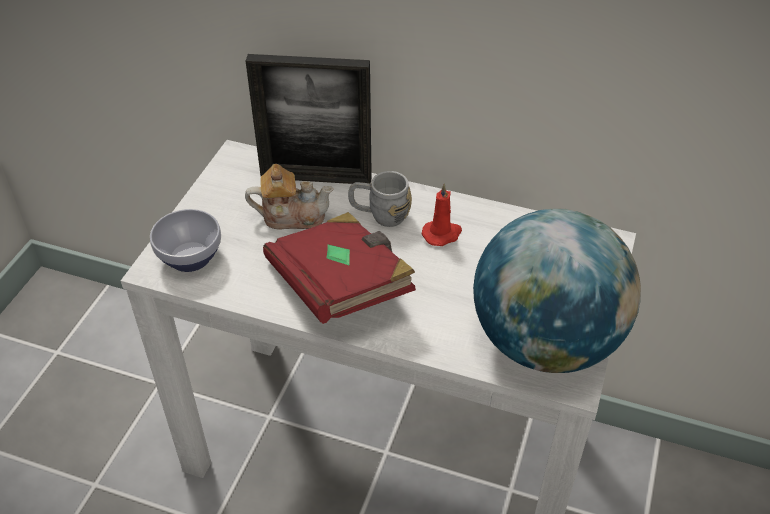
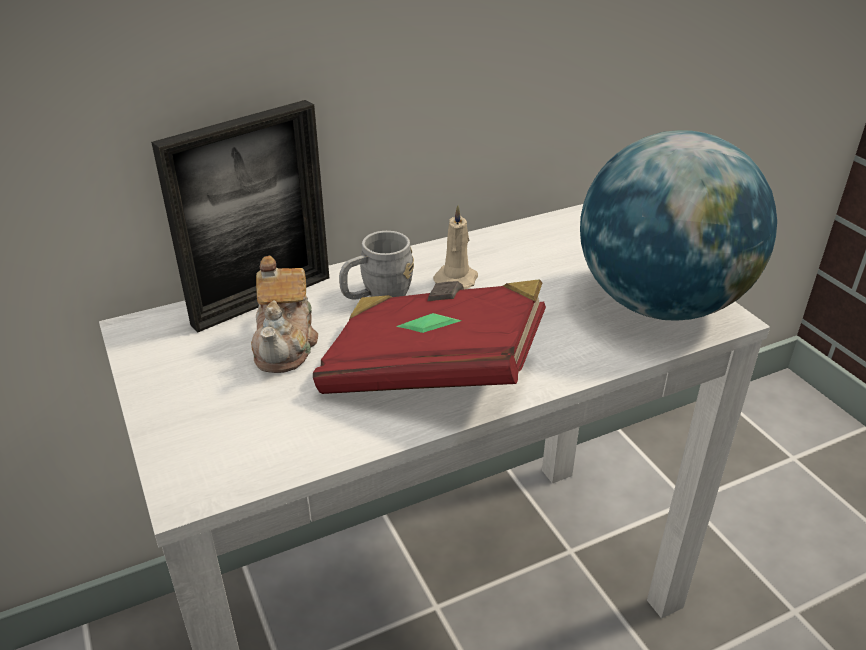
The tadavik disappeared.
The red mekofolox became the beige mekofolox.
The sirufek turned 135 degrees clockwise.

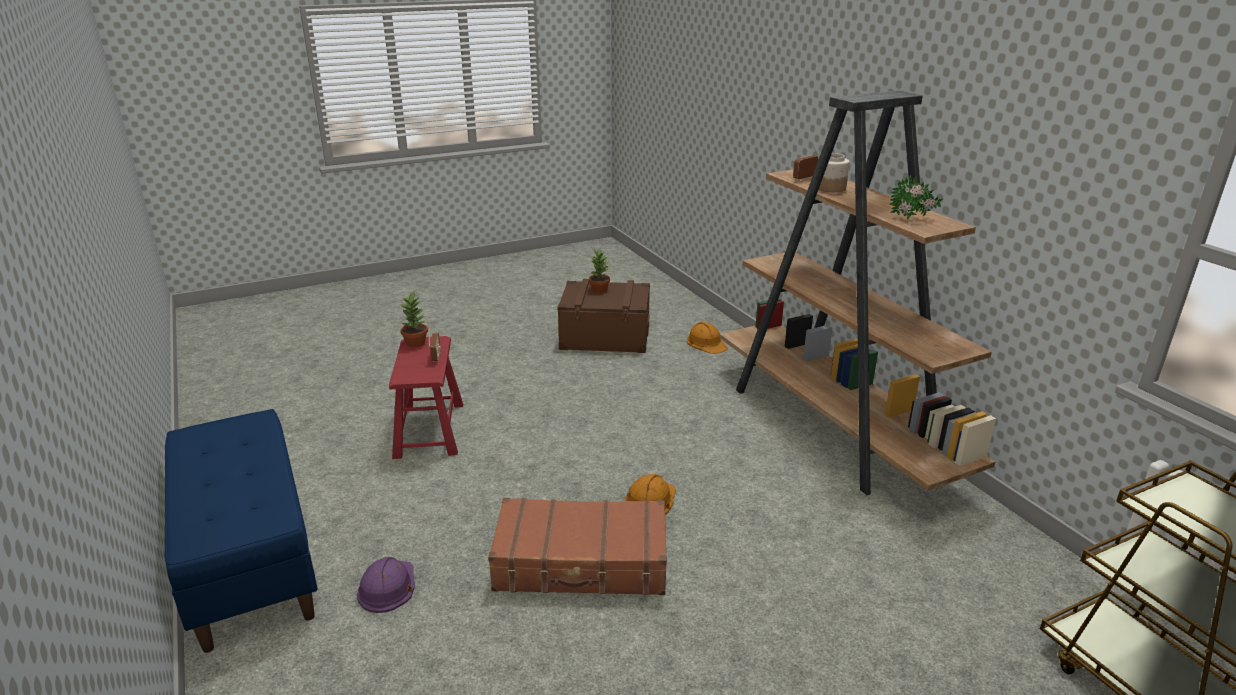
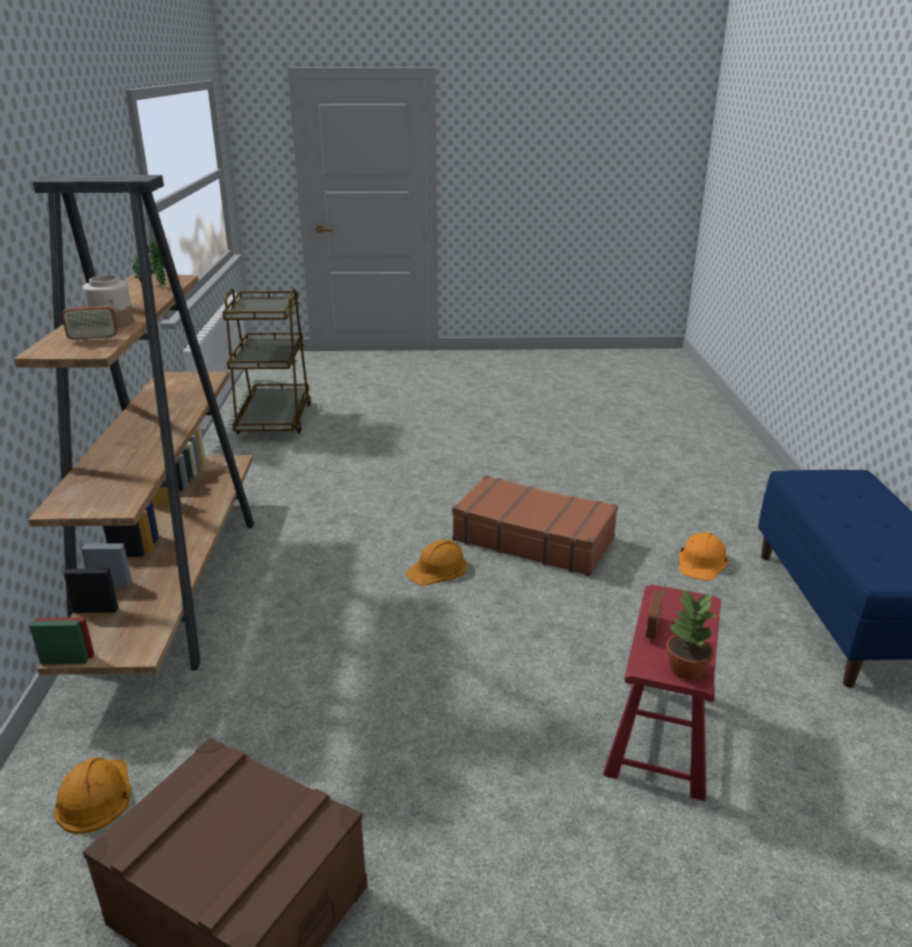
The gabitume (no. 2 from left) disappeared.
The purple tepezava became the orange tepezava (no. 3 from left).

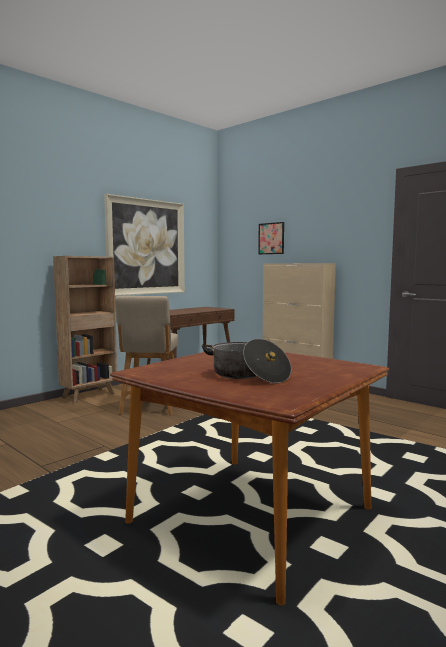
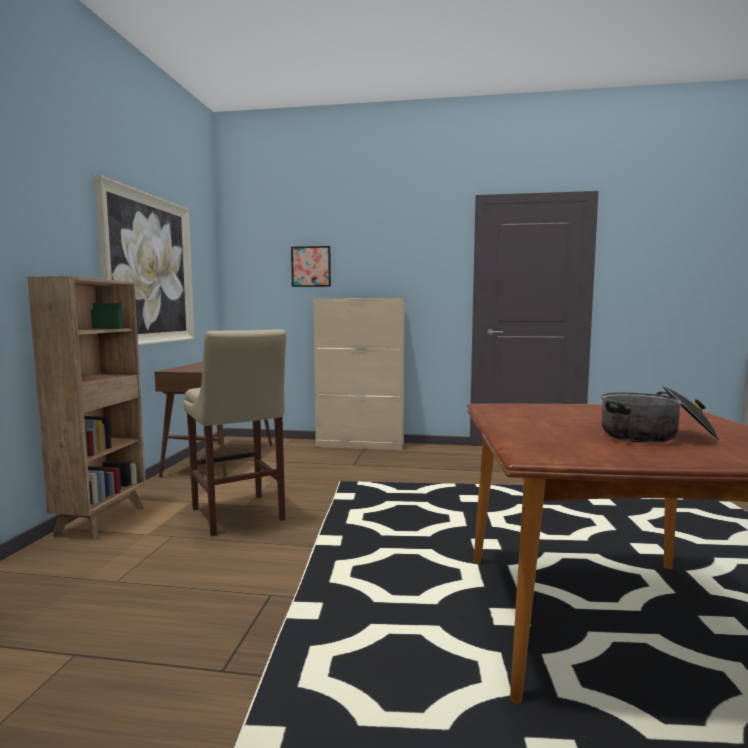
The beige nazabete was replaced by the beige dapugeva.

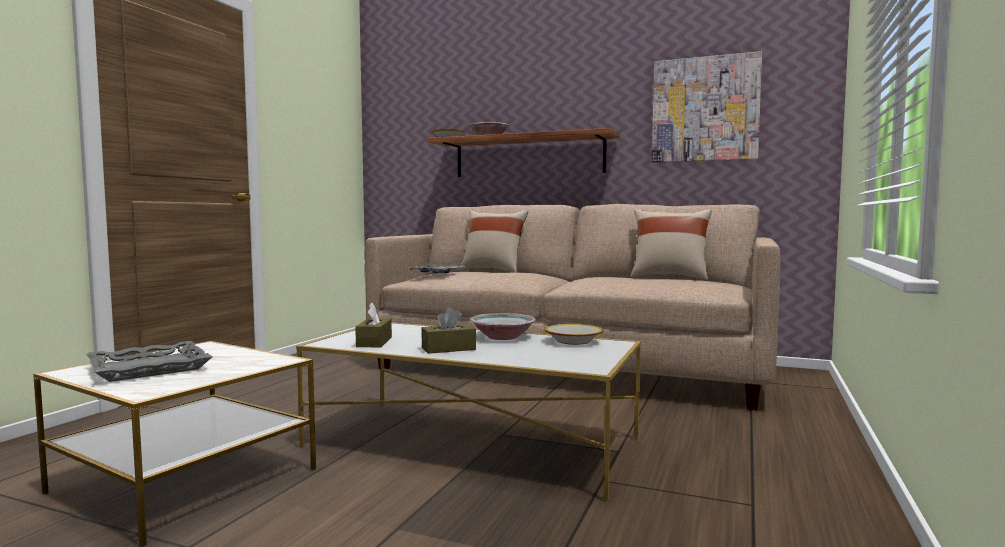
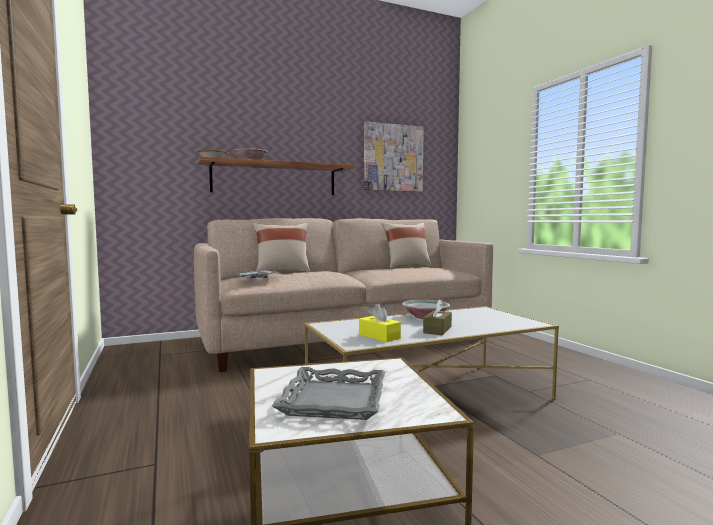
The tadavik (no. 4 from left) disappeared.
The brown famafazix (no. 1 from left) became the yellow famafazix.

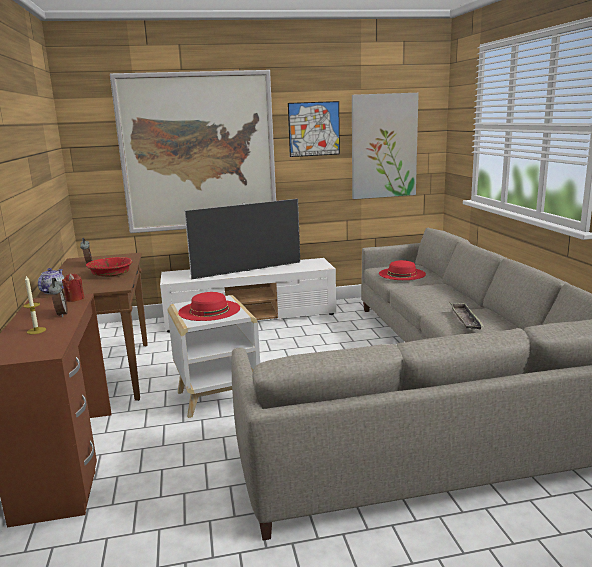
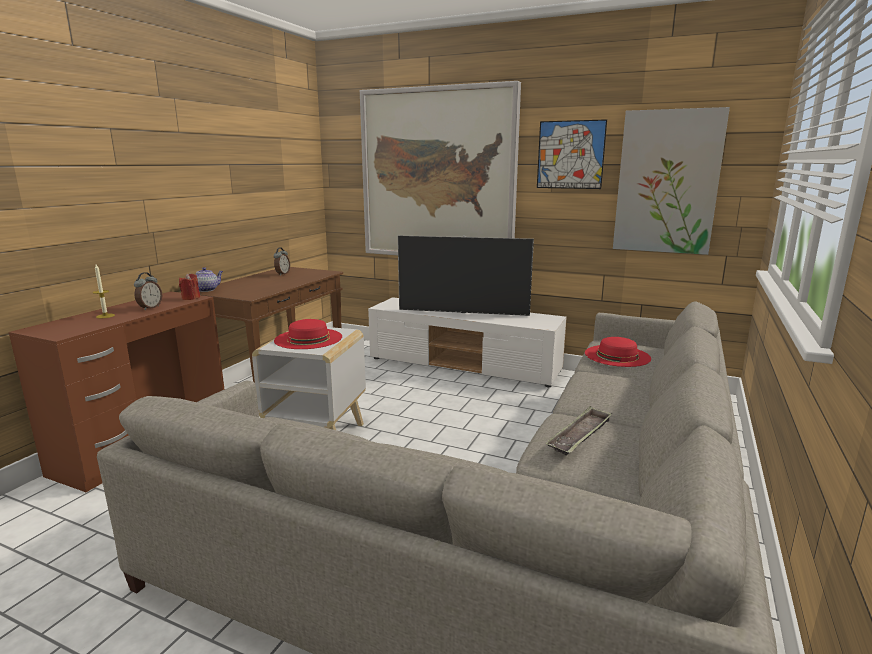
The red tadavik disappeared.

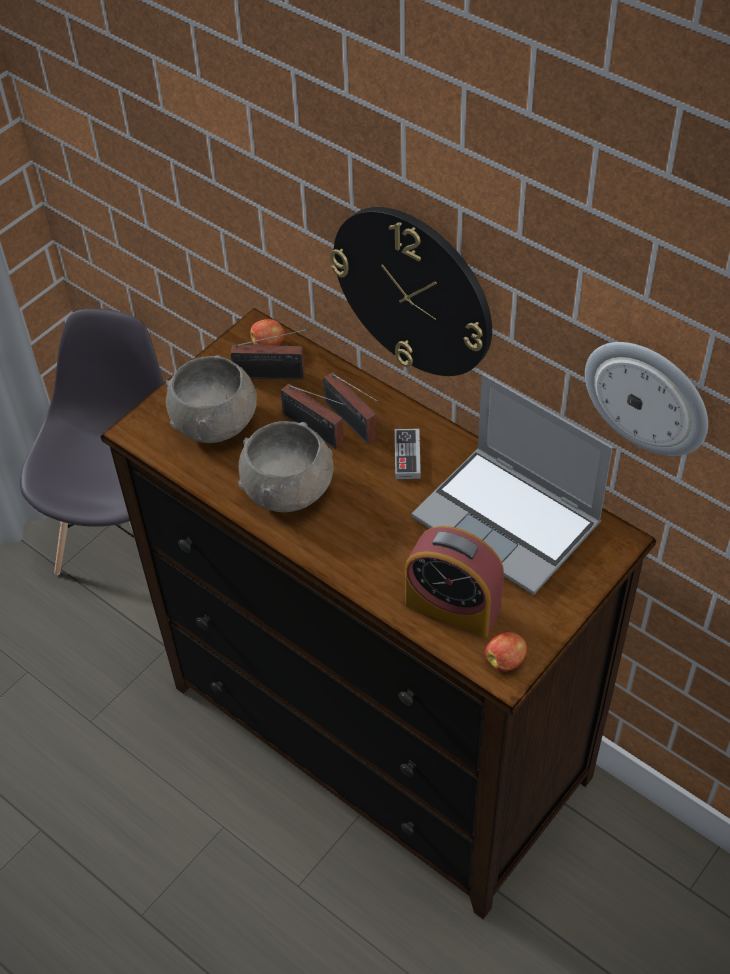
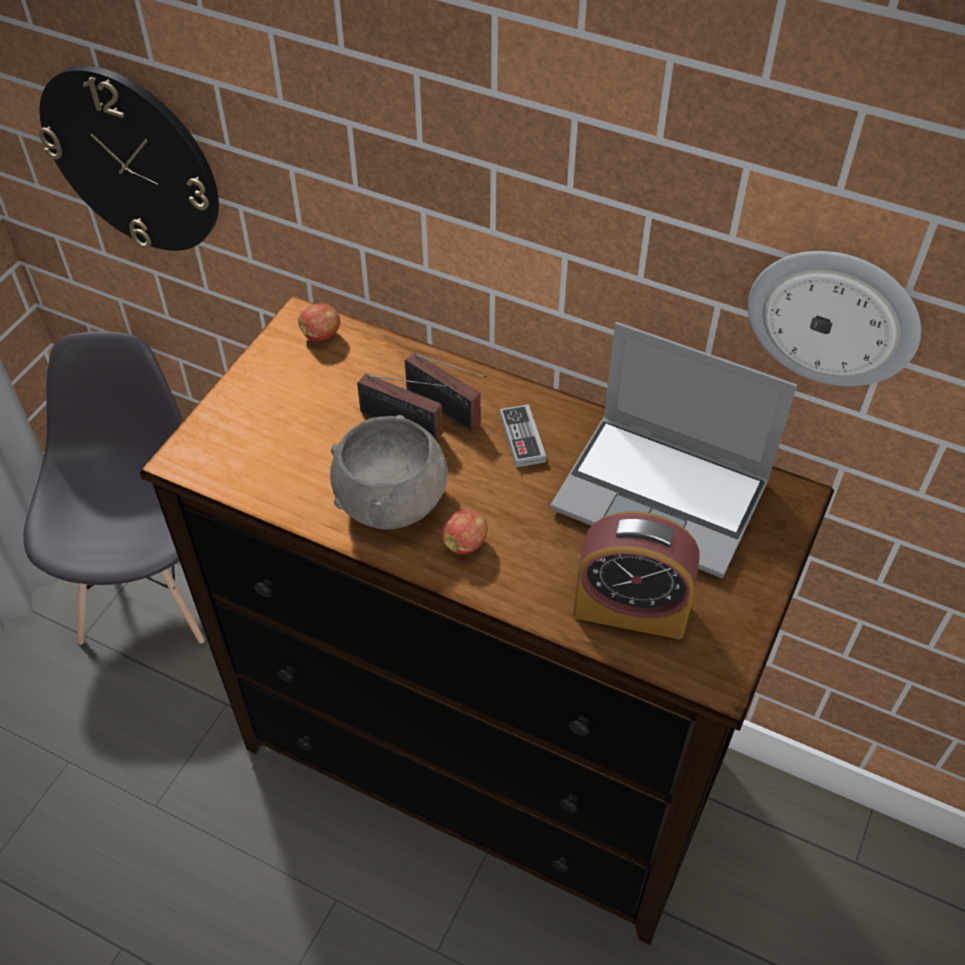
The grey tadavik (no. 1 from left) disappeared.
The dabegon (no. 1 from left) disappeared.
The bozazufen (no. 1 from left) moved.
The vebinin (no. 2 from left) moved.

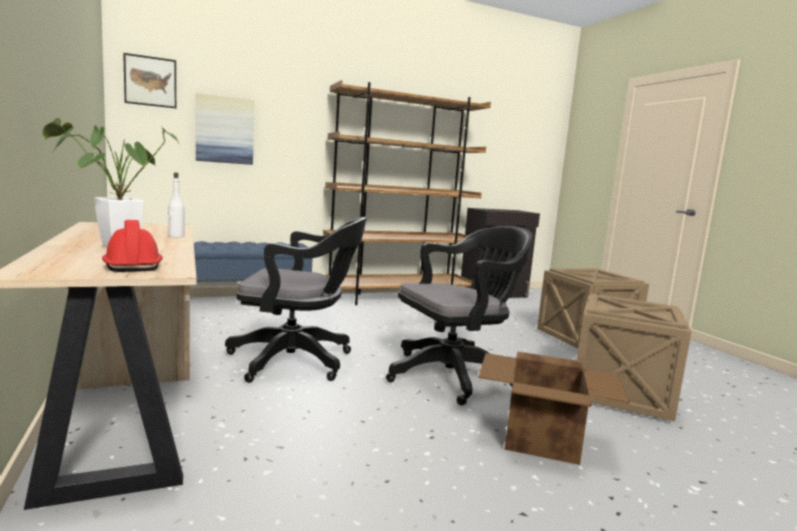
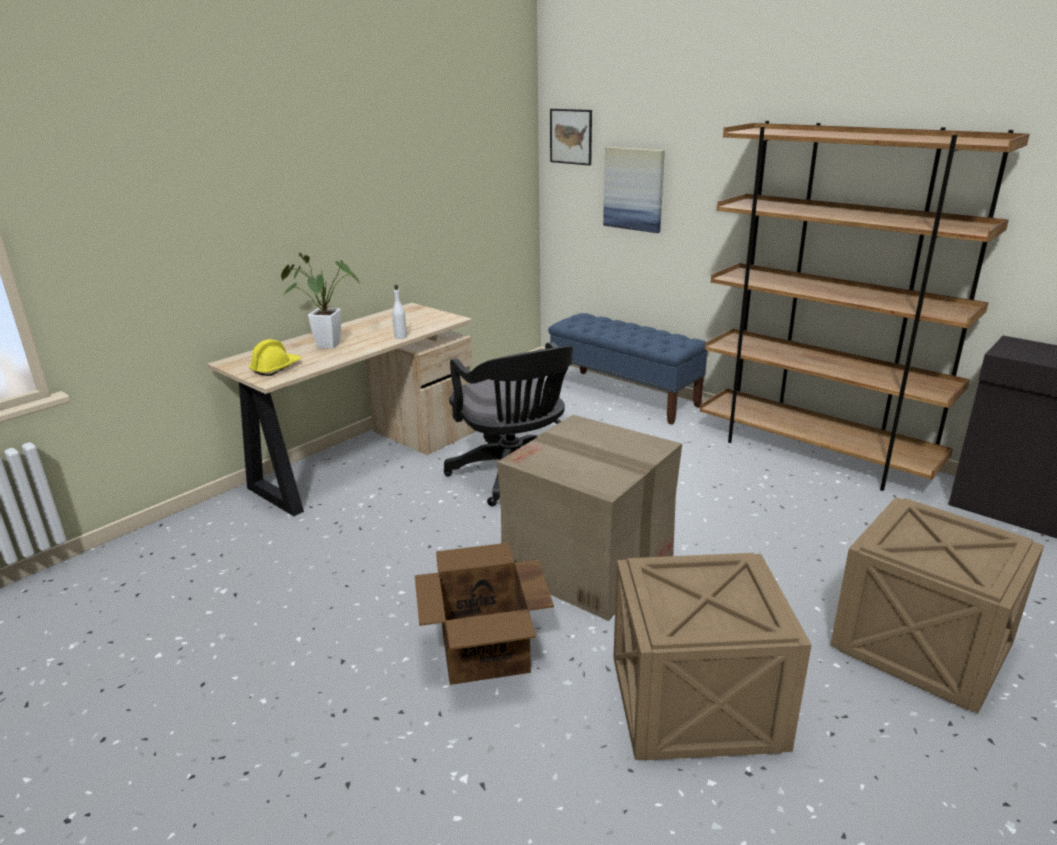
The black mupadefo (no. 2 from left) was replaced by the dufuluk (no. 2 from left).
The red tepezava became the yellow tepezava.

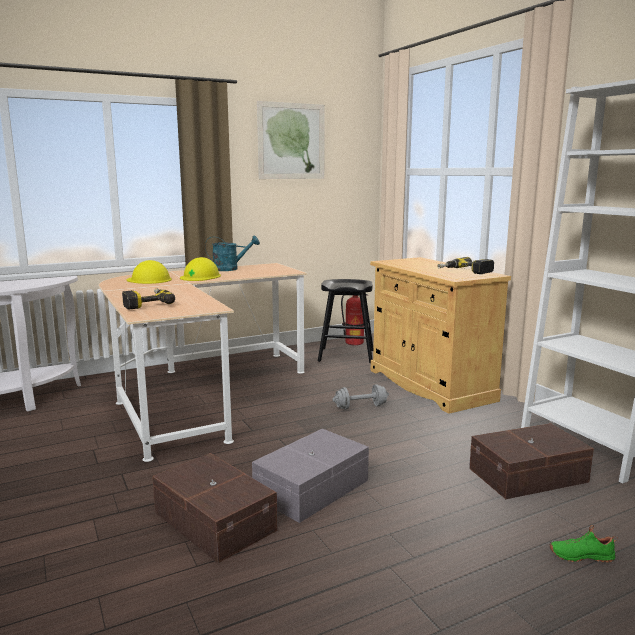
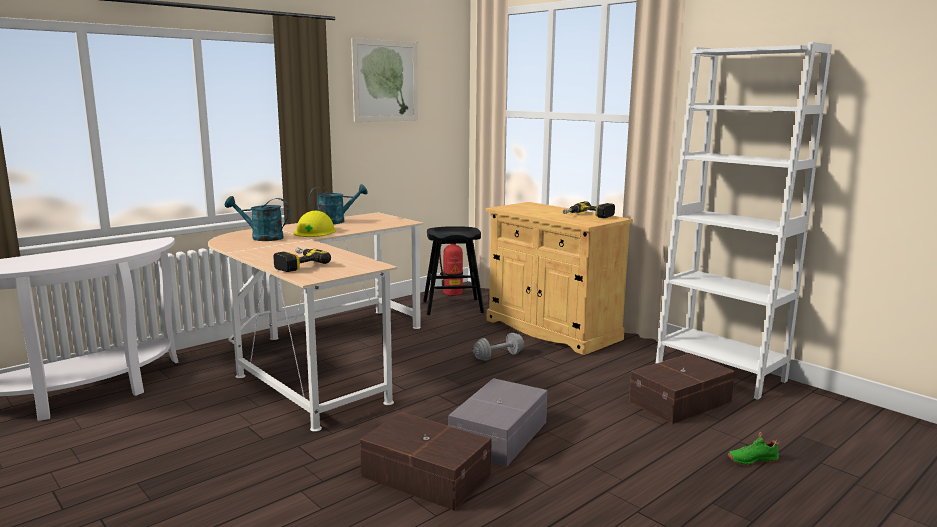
The yellow tepezava (no. 1 from left) was replaced by the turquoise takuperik (no. 1 from left).

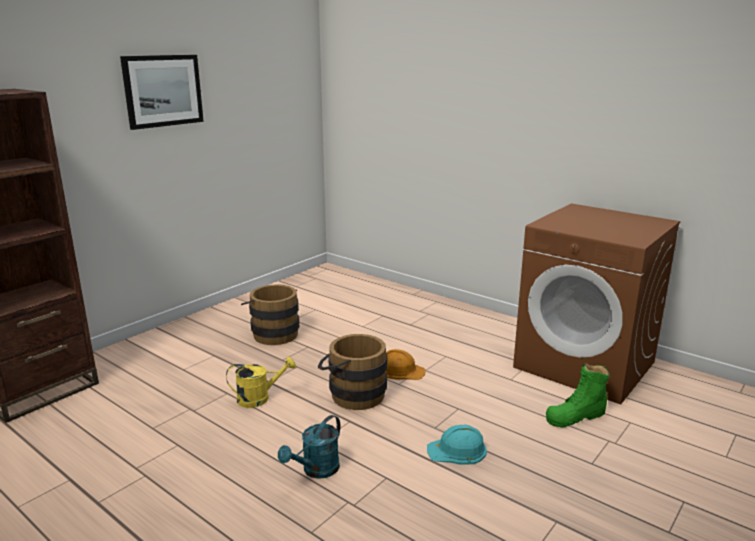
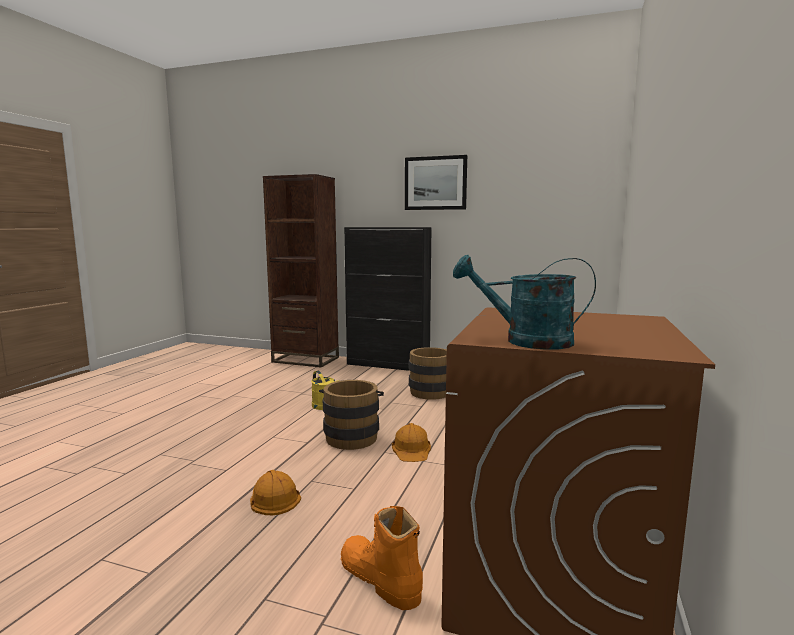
The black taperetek appeared.
The turquoise takuperik moved.
The turquoise tepezava became the orange tepezava (no. 1 from left).
The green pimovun became the orange pimovun.

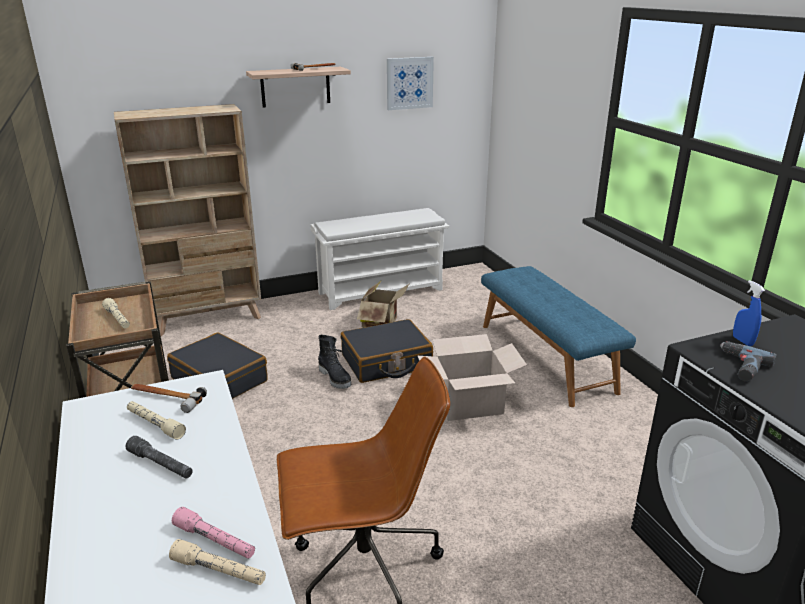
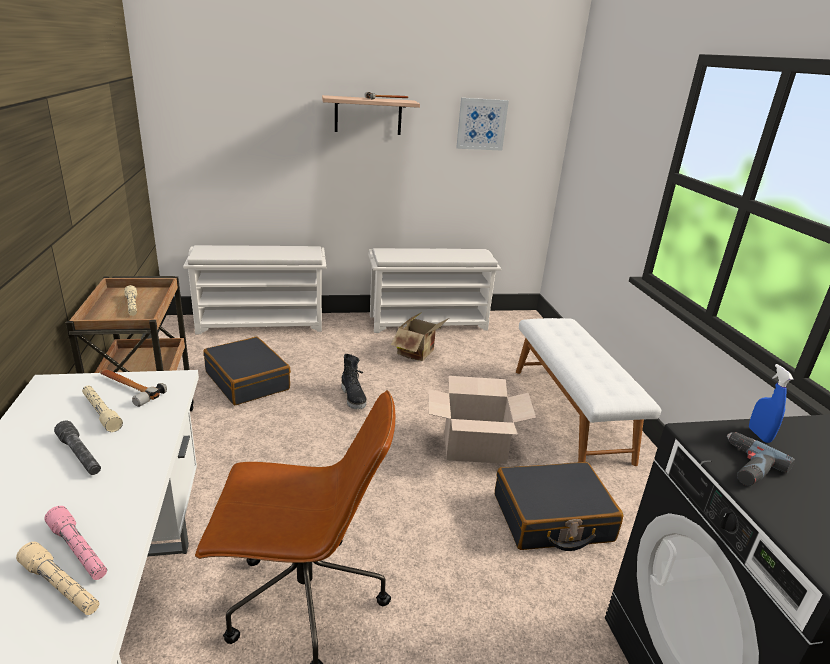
The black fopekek (no. 2 from left) moved.
The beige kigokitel was replaced by the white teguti (no. 1 from left).
The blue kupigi became the white kupigi.

